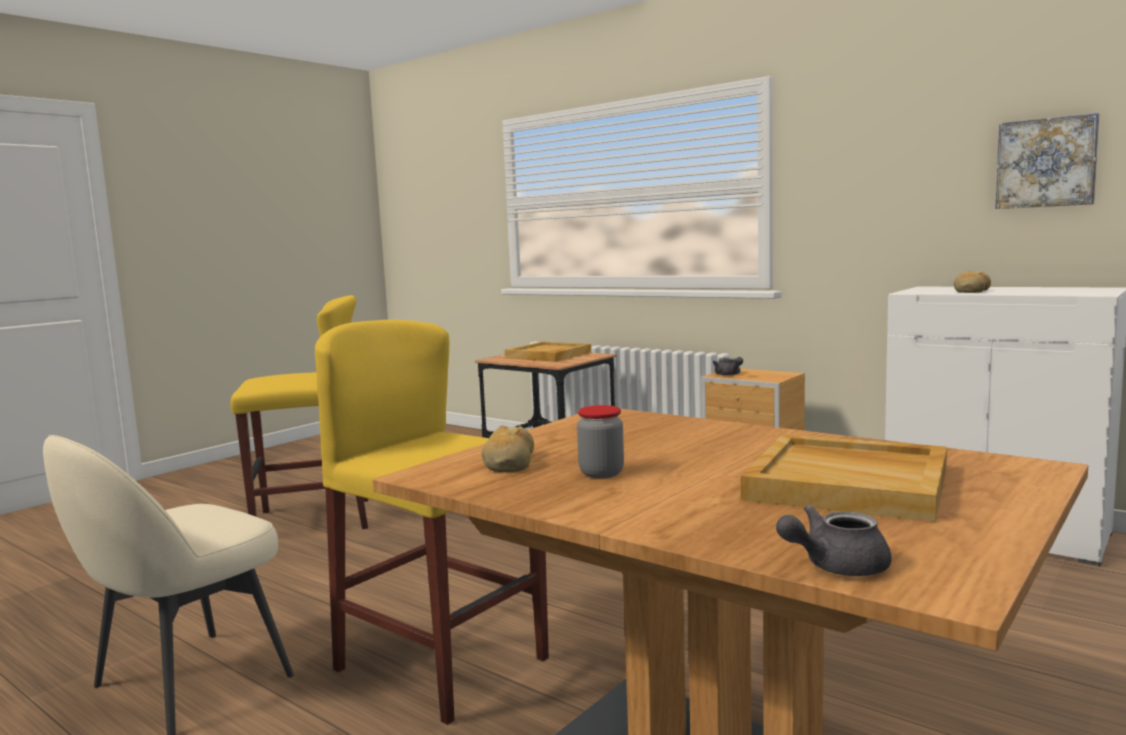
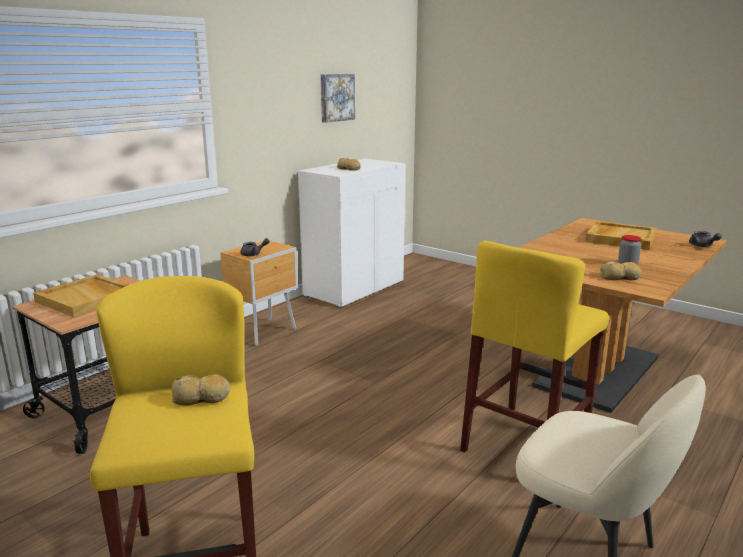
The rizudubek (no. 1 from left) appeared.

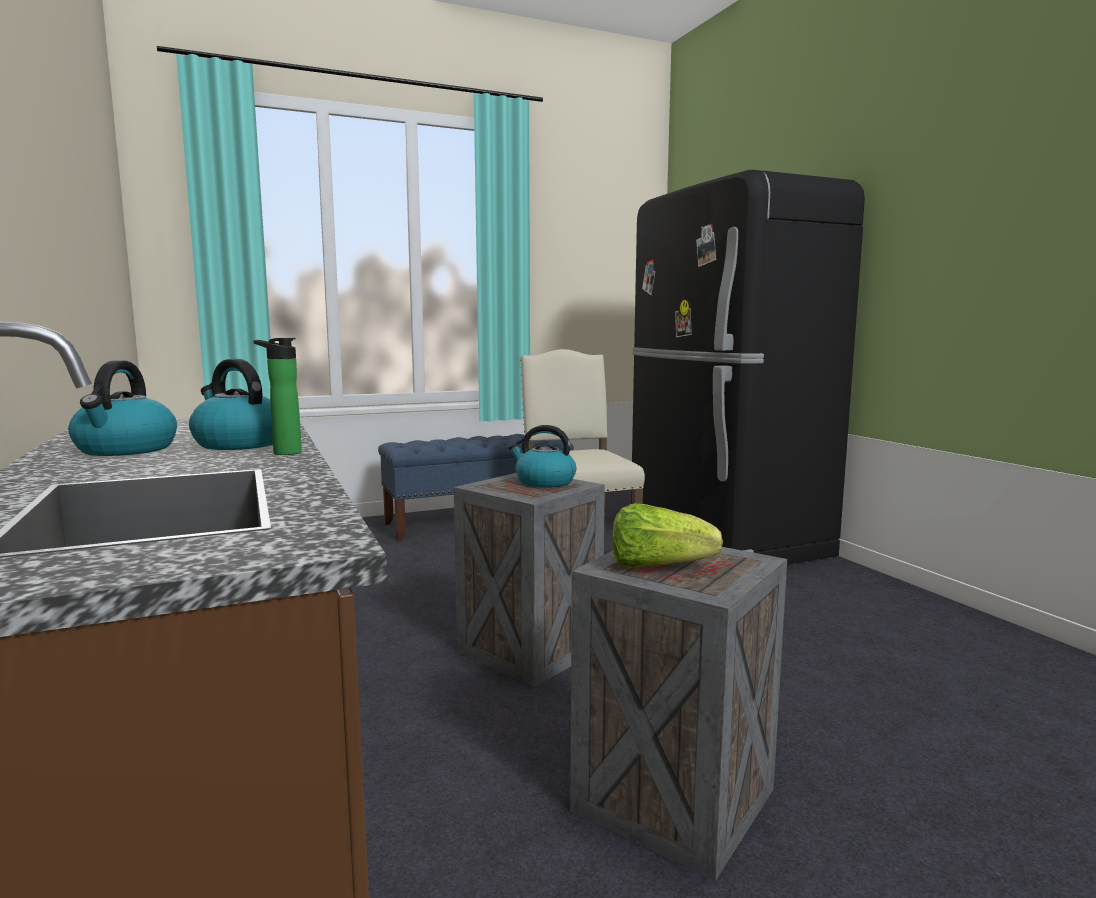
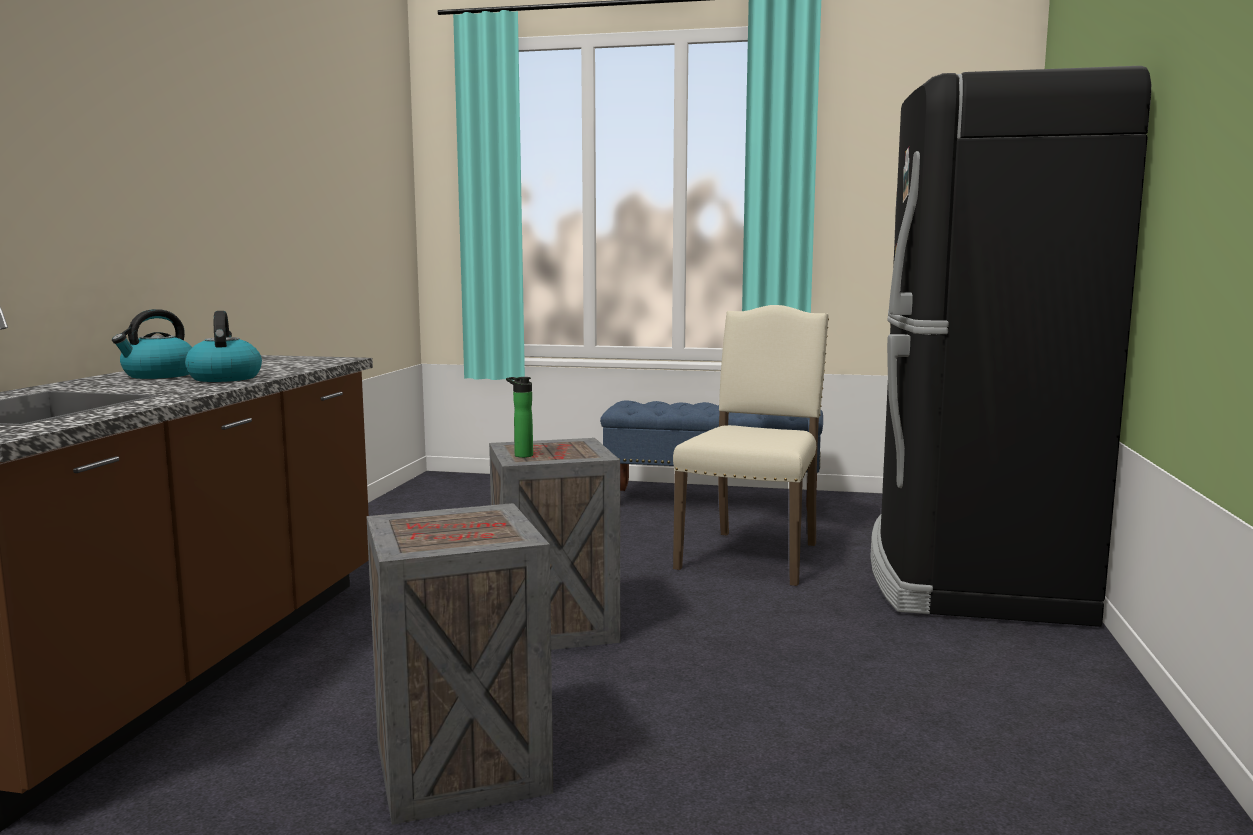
The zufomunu (no. 3 from left) disappeared.
The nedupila disappeared.
The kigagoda moved.

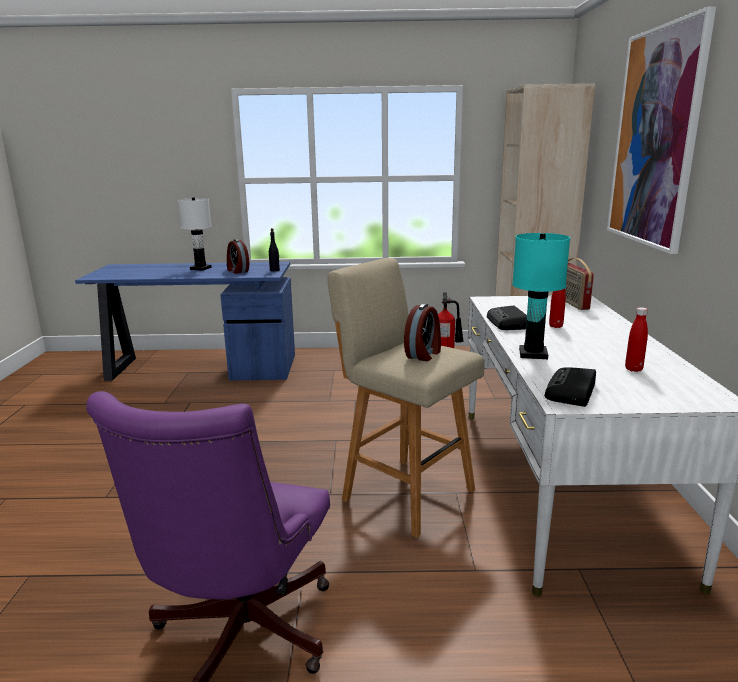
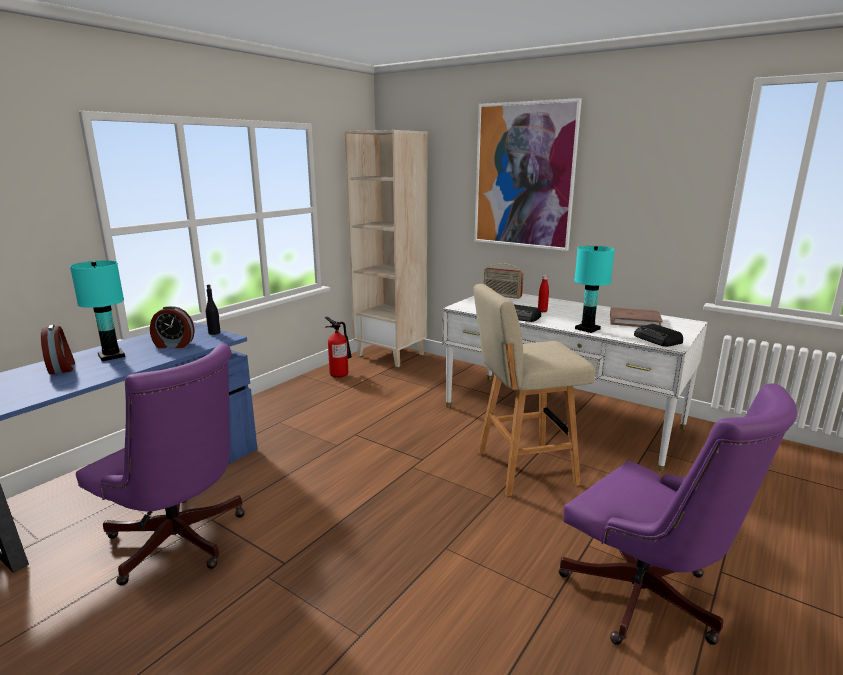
The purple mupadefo (no. 1 from left) appeared.
The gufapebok (no. 2 from left in the first image) moved.
The red kigagoda (no. 2 from left) was replaced by the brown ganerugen.
The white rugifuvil became the turquoise rugifuvil (no. 1 from left).

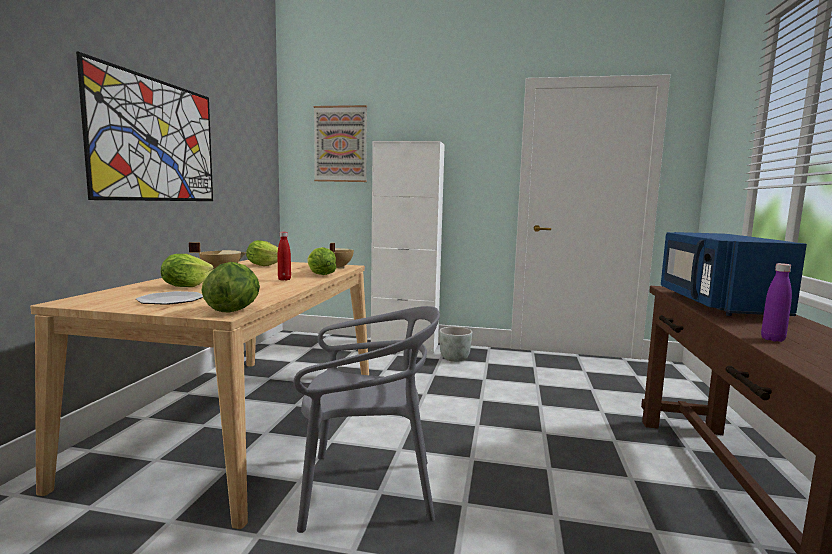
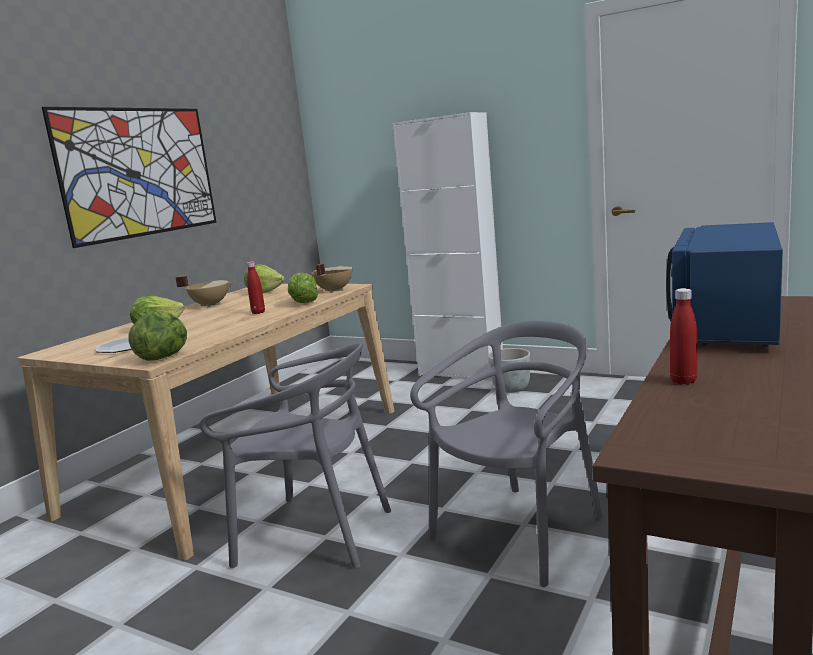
The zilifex (no. 2 from left) disappeared.
The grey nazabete (no. 2 from left) appeared.
The purple kigagoda became the red kigagoda (no. 2 from left).

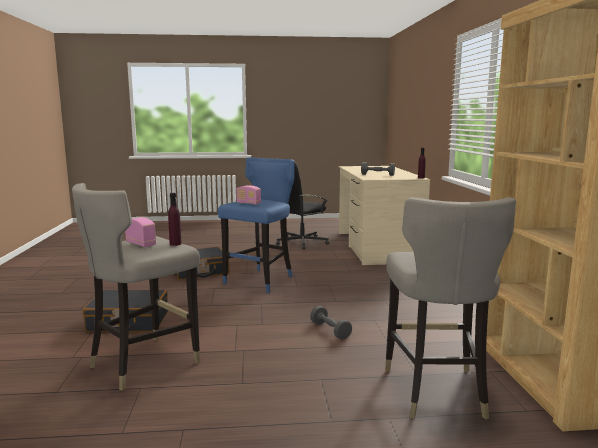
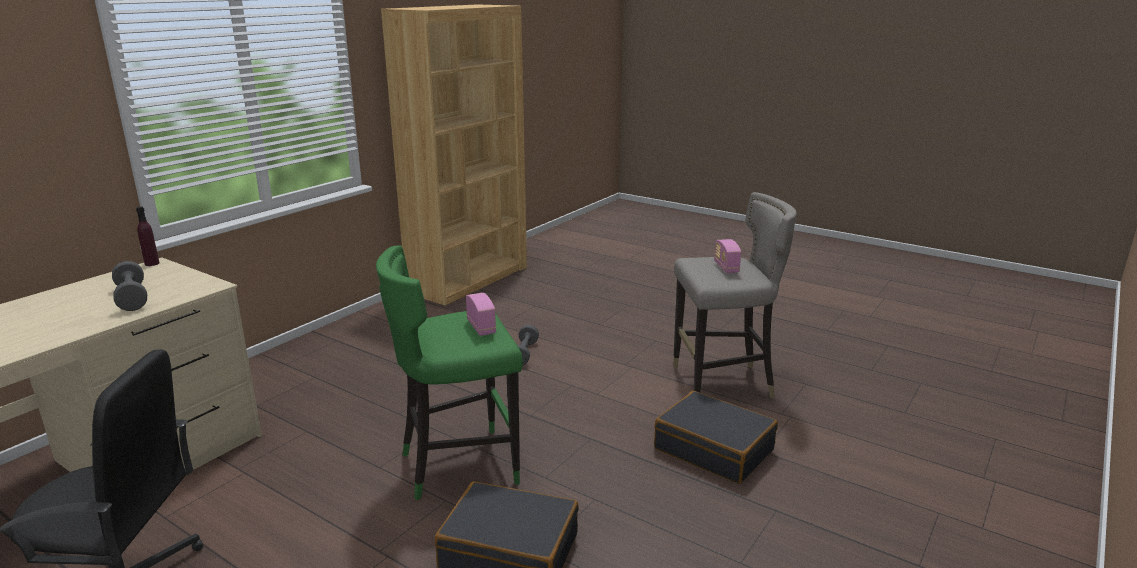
The purple kigagoda (no. 1 from left) disappeared.
The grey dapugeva (no. 2 from left) disappeared.
The blue dapugeva became the green dapugeva.

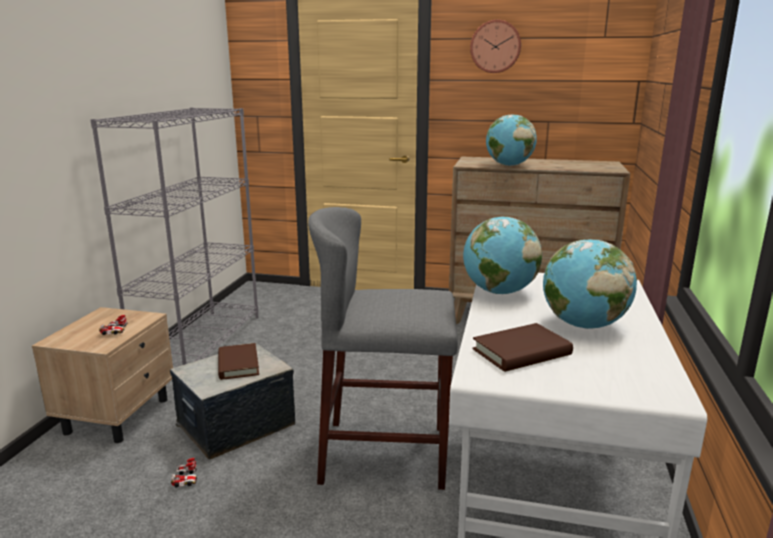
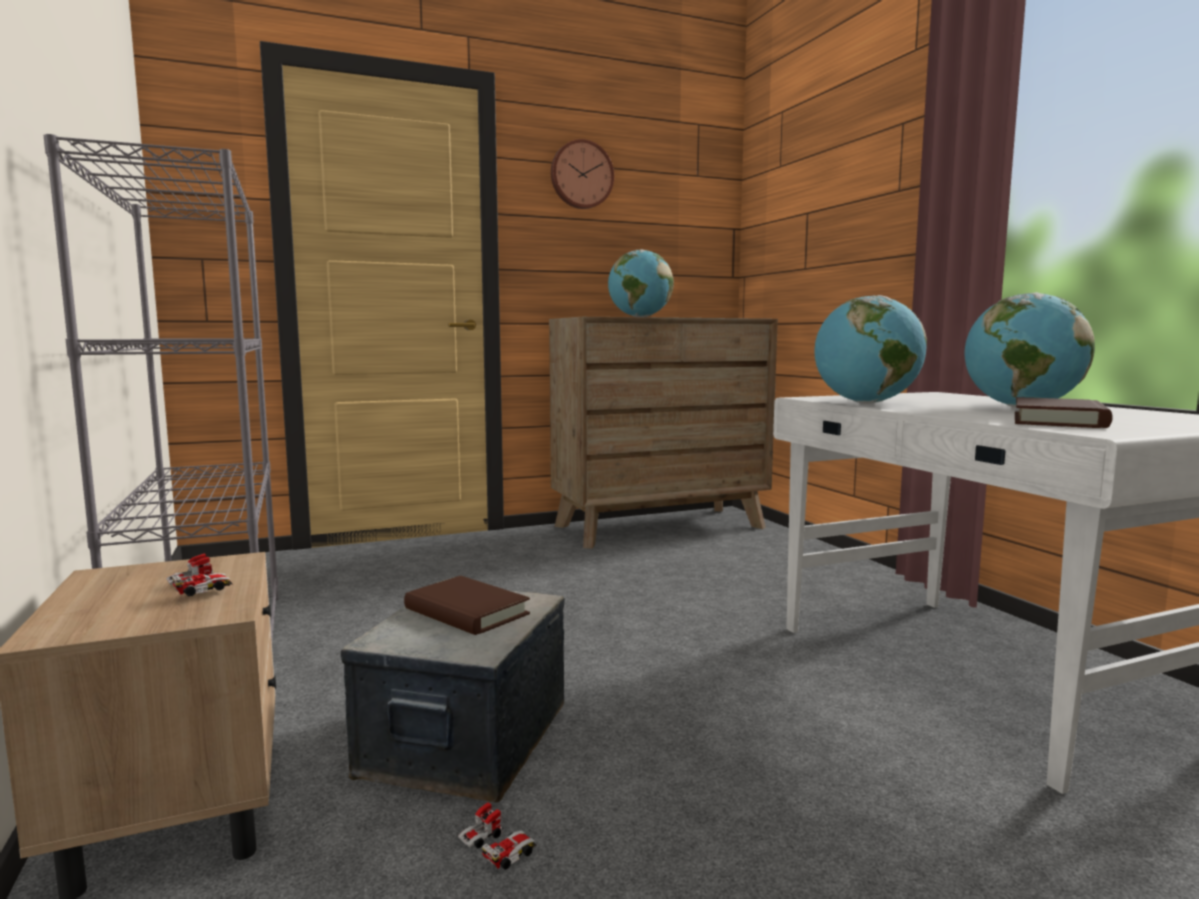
The grey dapugeva disappeared.

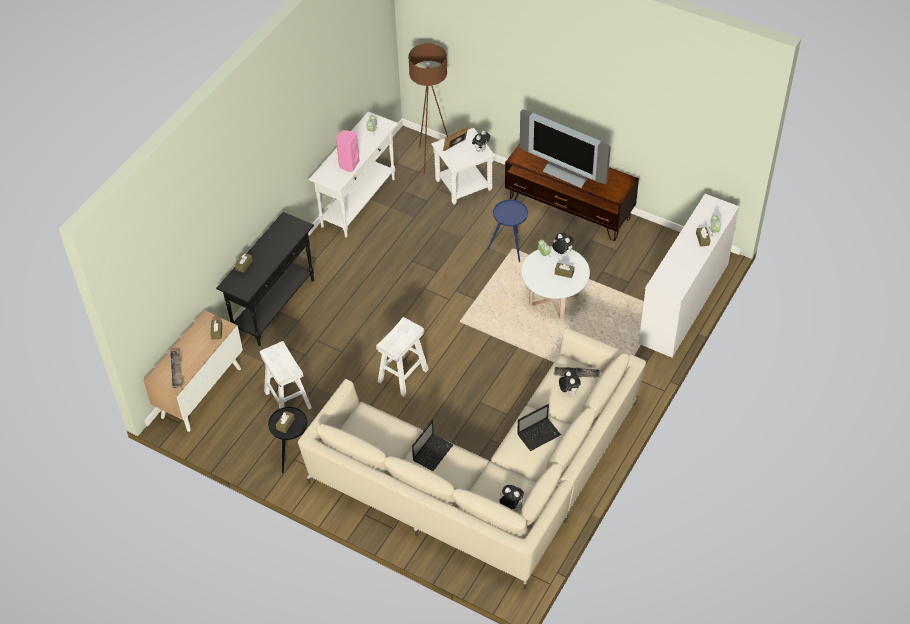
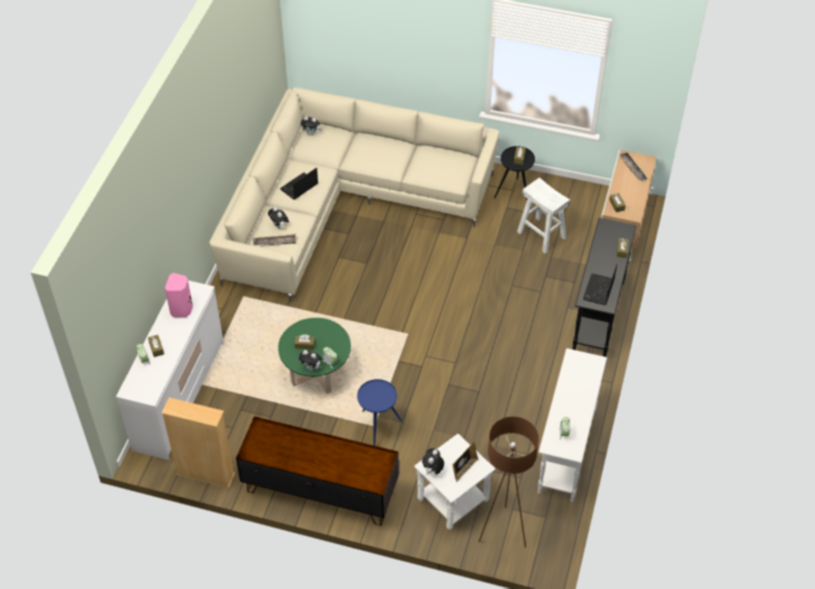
The white dapugeva (no. 2 from left) disappeared.
The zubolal disappeared.
The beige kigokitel appeared.
The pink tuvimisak moved.
The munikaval (no. 1 from left in the first image) moved.
The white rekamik became the green rekamik.

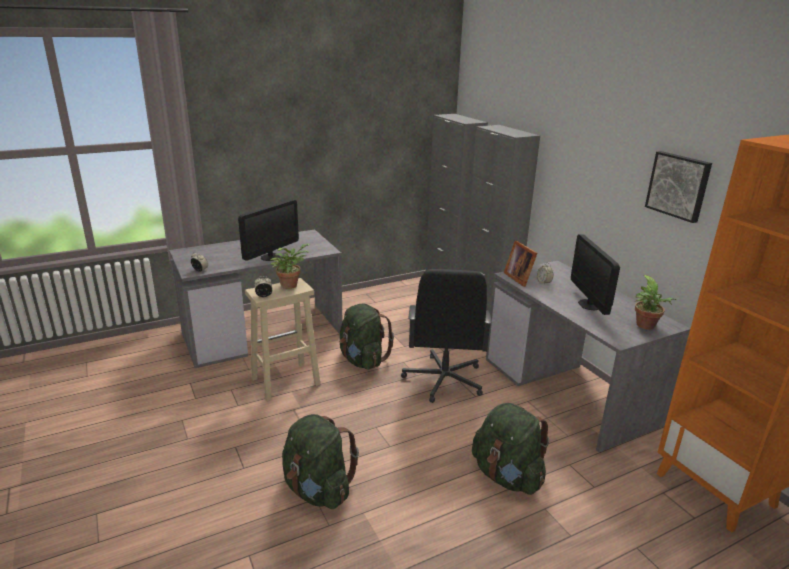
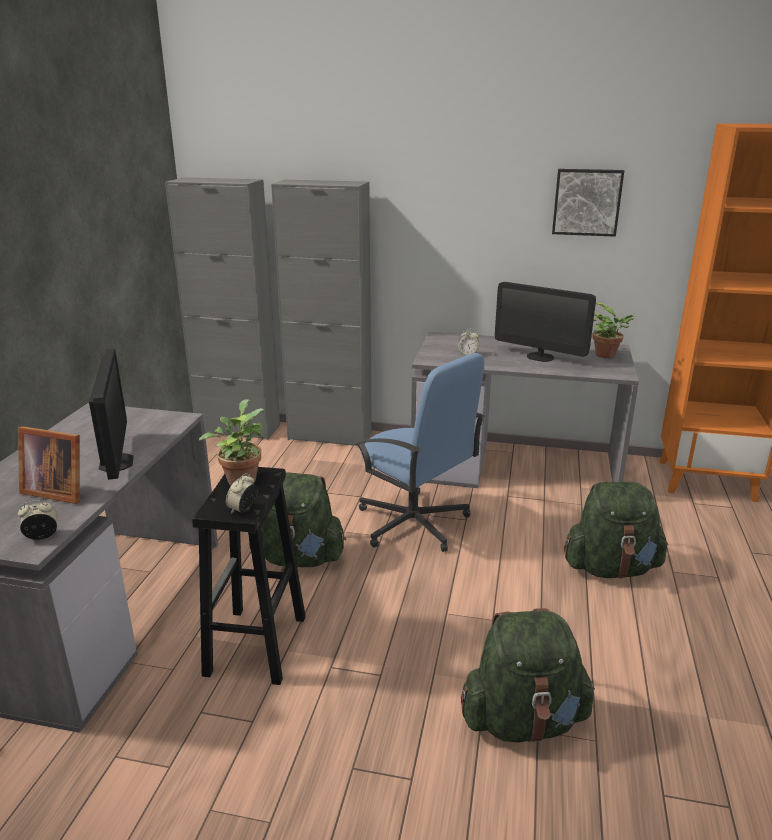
The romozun moved.
The beige dapugeva became the black dapugeva.
The black mupadefo became the blue mupadefo.

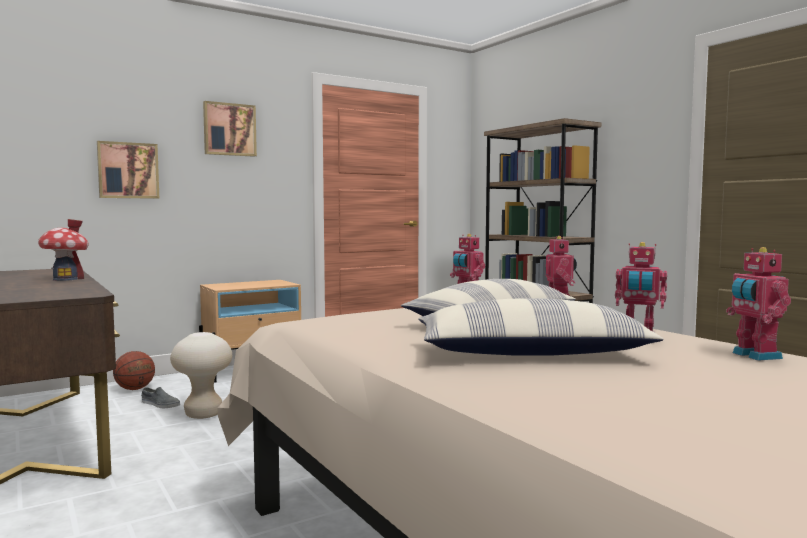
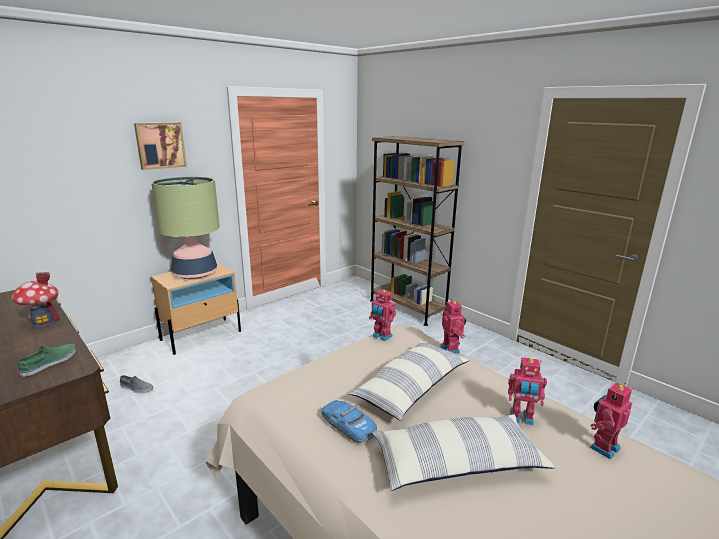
The zilifex (no. 1 from left) disappeared.
The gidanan disappeared.
The beige dapugeva disappeared.
The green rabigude appeared.
The rugifuvil appeared.
The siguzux appeared.
The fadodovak (no. 4 from left) turned 75 degrees clockwise.

